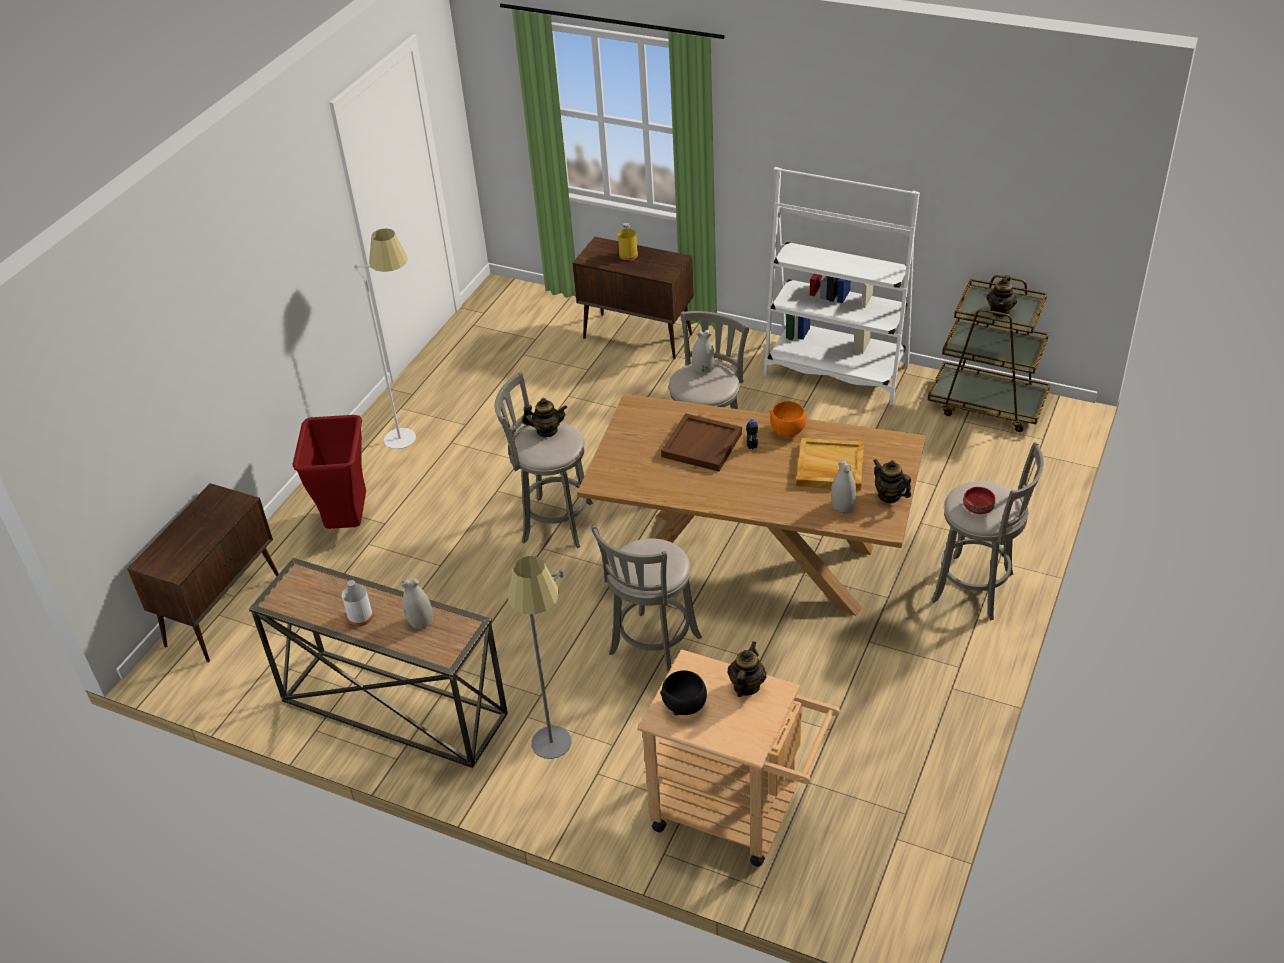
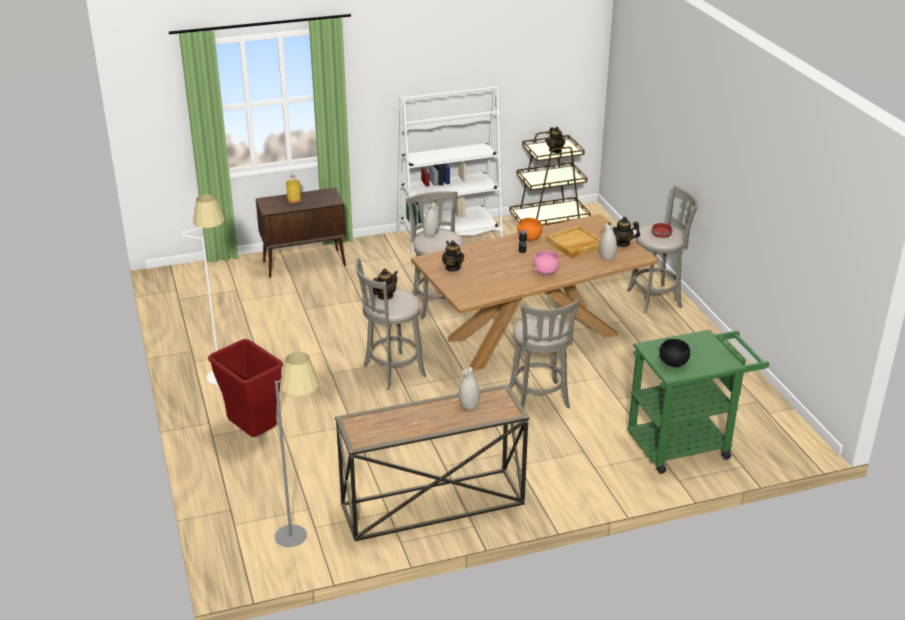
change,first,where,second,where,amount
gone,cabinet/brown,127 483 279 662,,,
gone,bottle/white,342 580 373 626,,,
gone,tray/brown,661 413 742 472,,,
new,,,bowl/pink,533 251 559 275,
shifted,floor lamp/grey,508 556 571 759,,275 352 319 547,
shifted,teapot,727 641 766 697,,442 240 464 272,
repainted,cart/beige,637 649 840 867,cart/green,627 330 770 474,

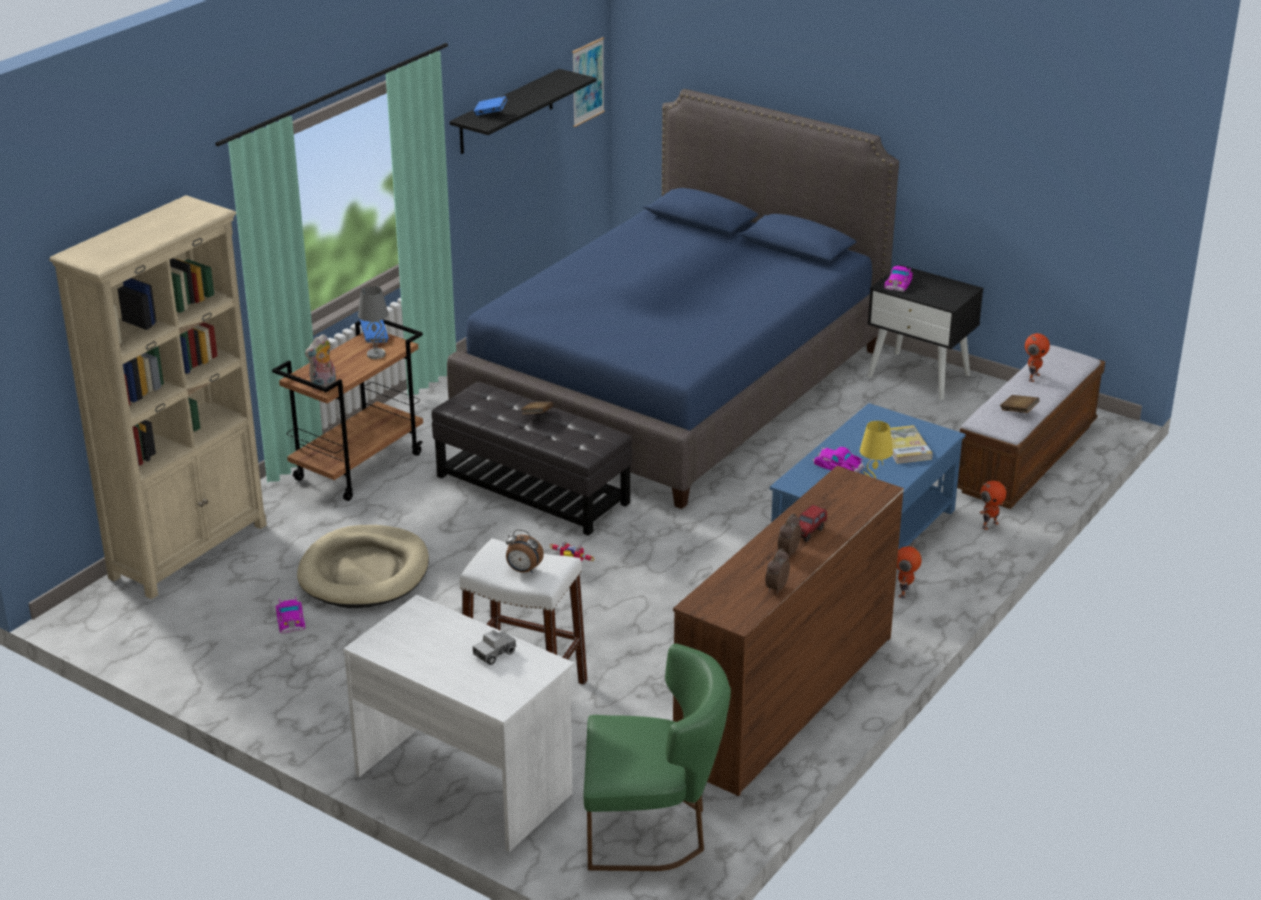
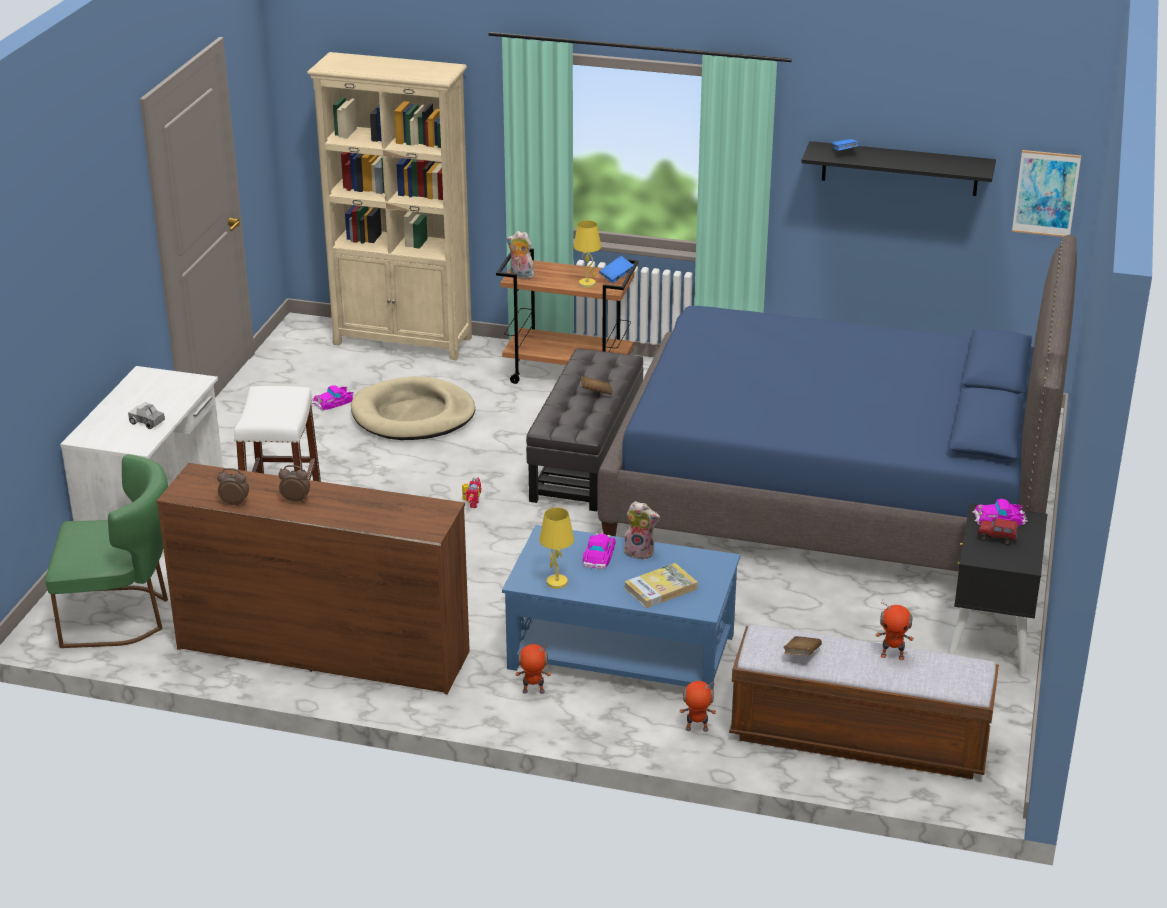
change,first,where,second,where,amount
gone,alarm clock,506 529 544 573,,,
new,,,plush toy,624 501 660 560,
shifted,toy truck,798 505 827 542,,978 518 1018 545,
repainted,table lamp/grey,358 286 388 359,table lamp/yellow,573 220 601 288,
rotated,chair/green,584 644 731 871,,45 454 168 648,75 degrees counterclockwise
rotated,toy robot,980 481 1007 530,,680 681 716 732,150 degrees clockwise

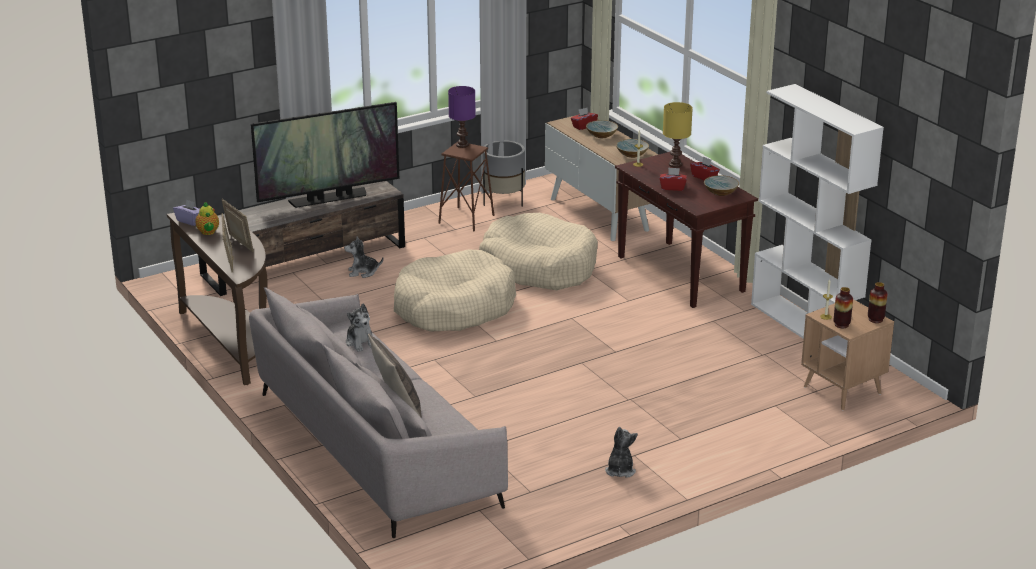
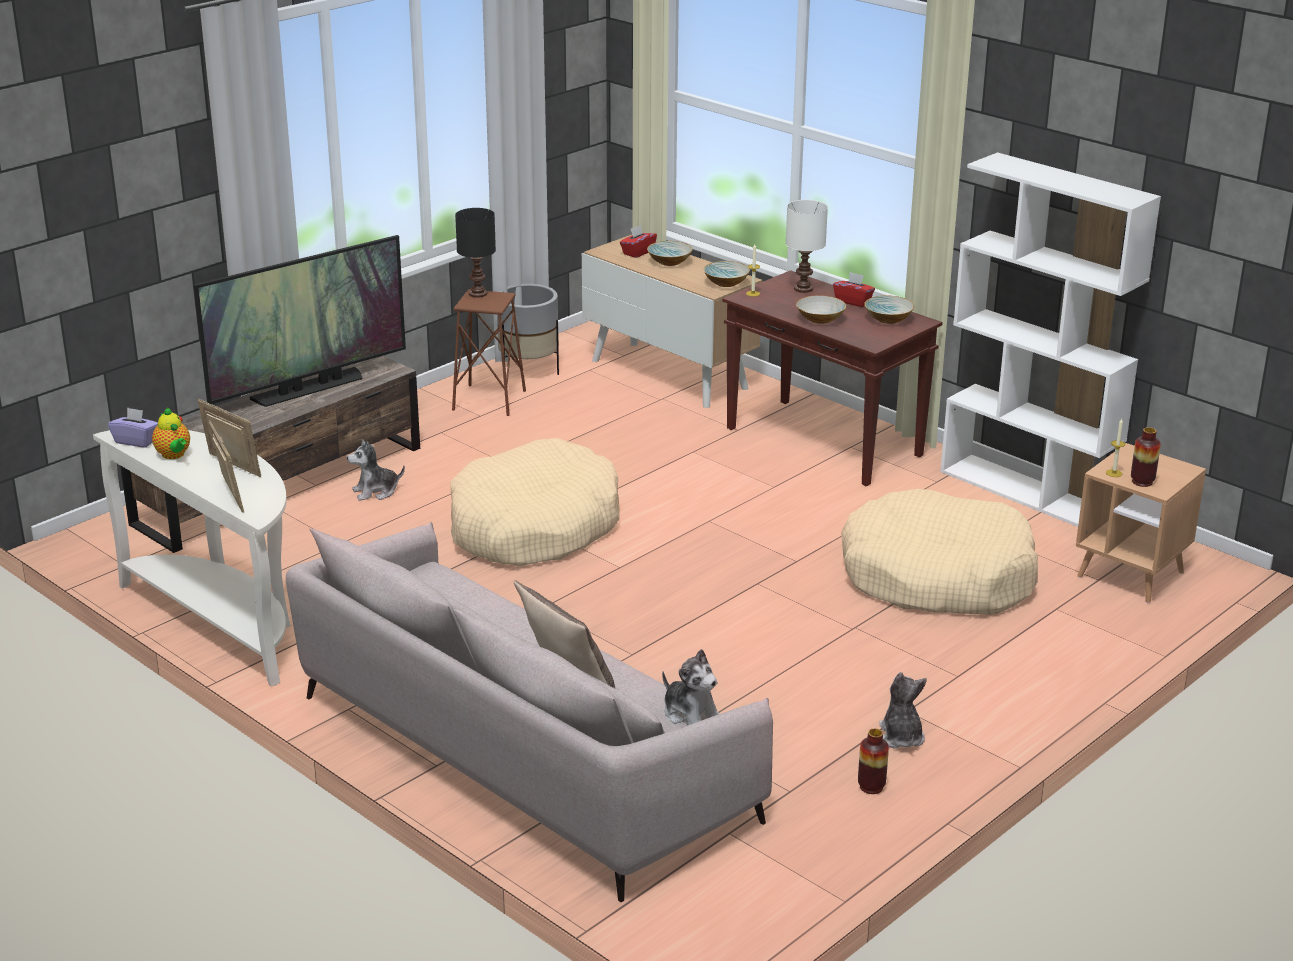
change,first,where,second,where,amount
shifted,plush toy,346 304 373 352,,662 649 719 725,
shifted,dog bed/beige,479 213 598 290,,841 489 1038 615,
shifted,vase,868 282 887 323,,858 728 889 794,
swapped,tissue box/red,660 167 687 191,bowl,796 295 846 324,
repainted,console table/brown,167 213 268 385,console table/white,93 430 291 687,
repainted,table lamp/purple,448 86 476 148,table lamp/black,455 208 496 298,
repainted,table lamp/yellow,663 102 693 168,table lamp/white,786 200 828 293,

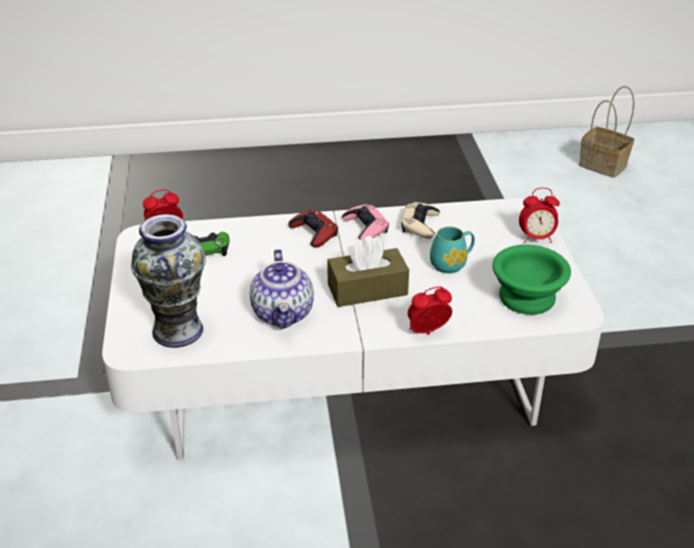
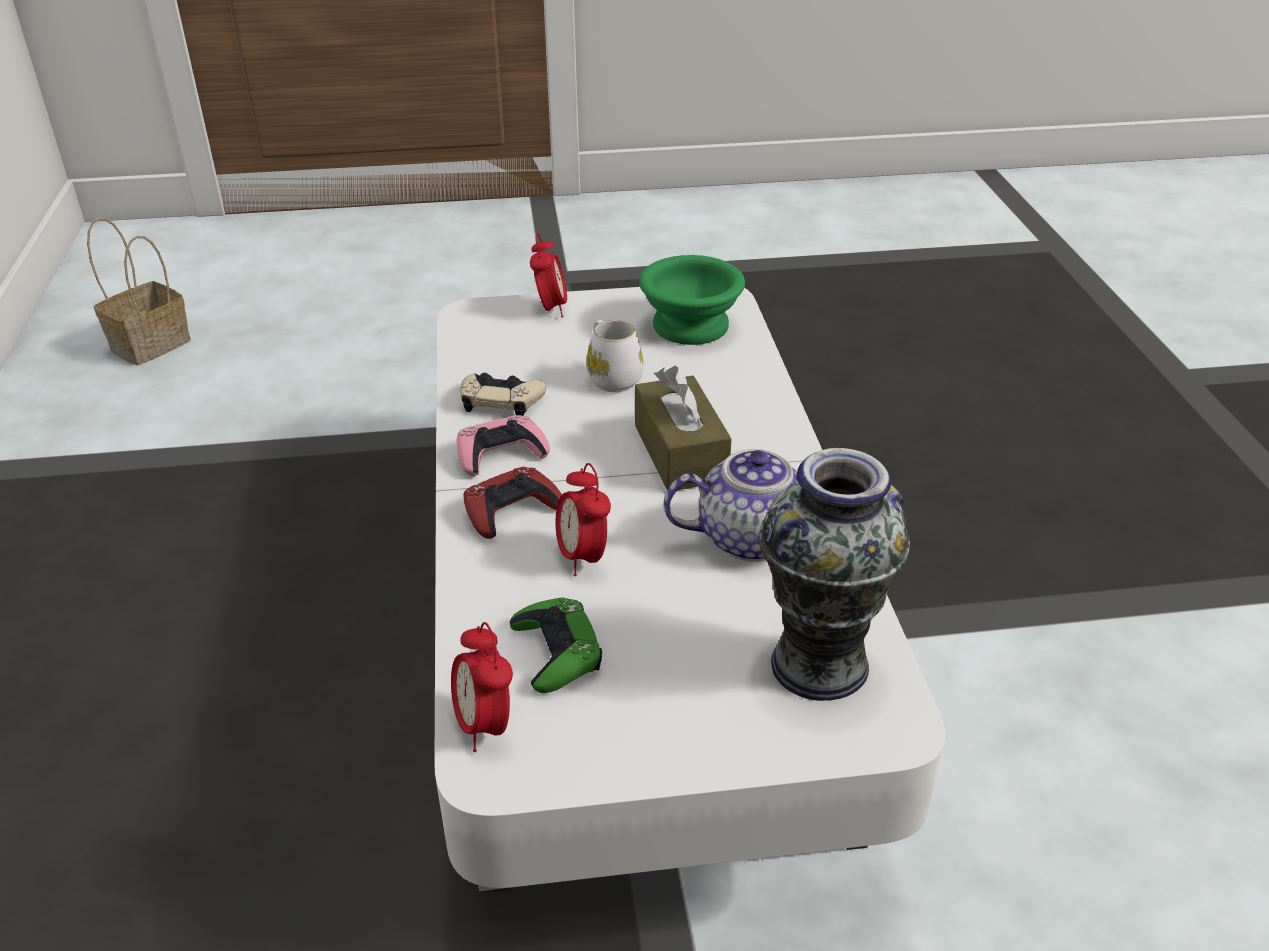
change,first,where,second,where,amount
shifted,alarm clock,408 287 452 335,,555 463 611 576,
repainted,mug/turquoise,430 226 475 273,mug/white,586 320 643 392,

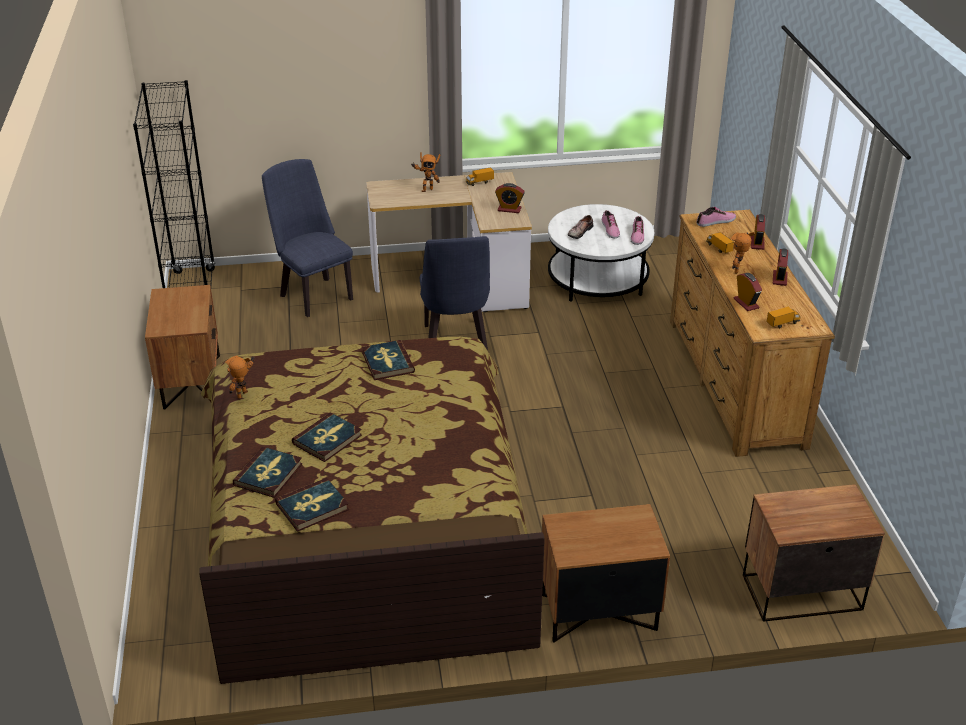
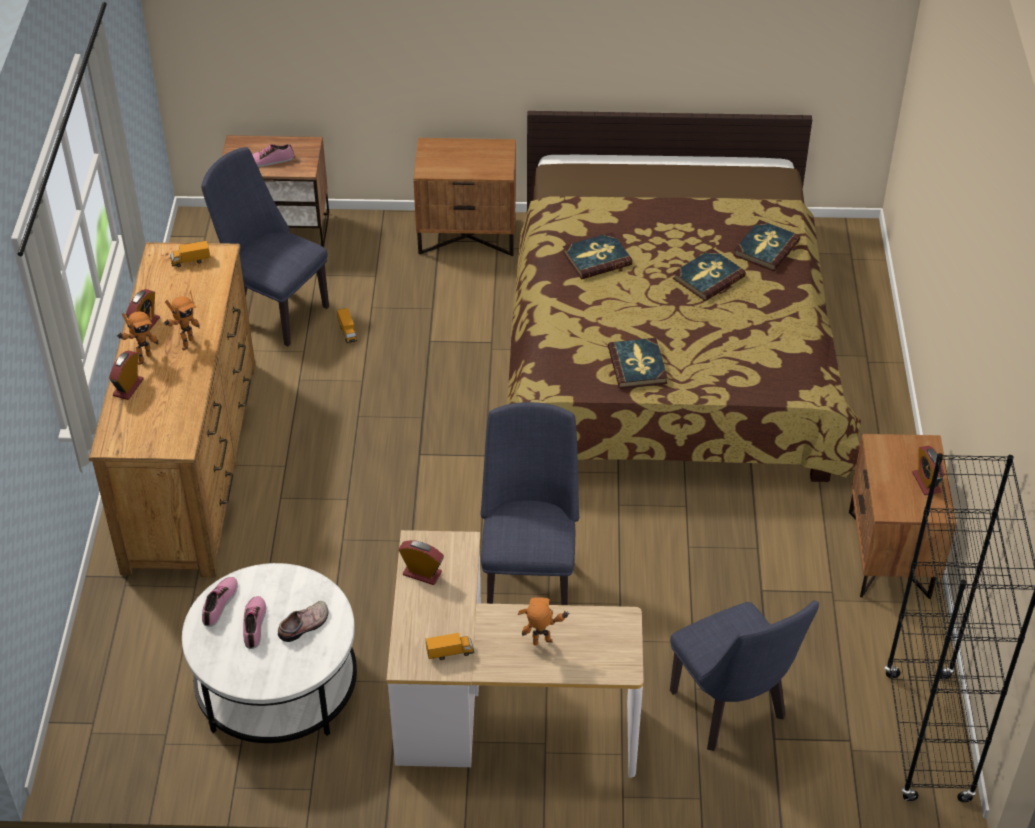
change,first,where,second,where,amount
new,,,chair/blue,201 147 329 347,
shifted,toy robot,225 355 255 399,,117 306 158 365,
shifted,book,275 478 349 532,,563 232 632 279,
shifted,shoe,697 207 736 227,,252 144 294 167,
shifted,toy truck,706 232 734 253,,337 308 357 343,
shifted,alarm clock,733 273 762 311,,912 446 945 495,

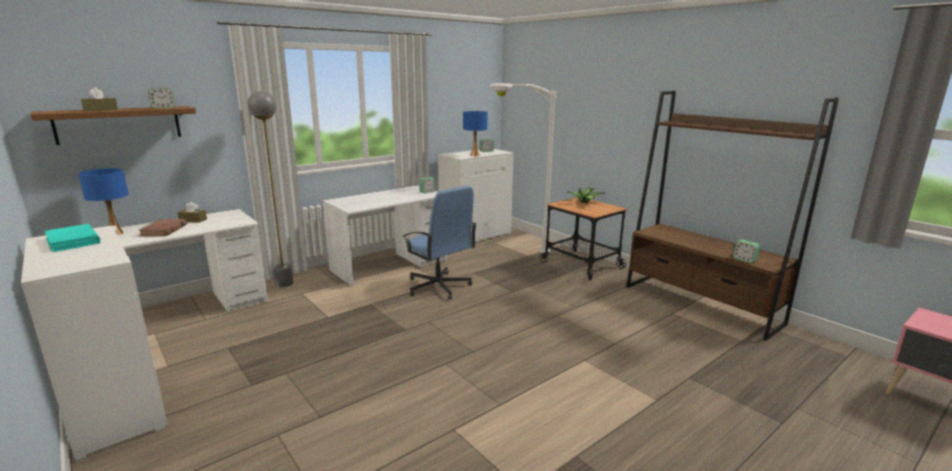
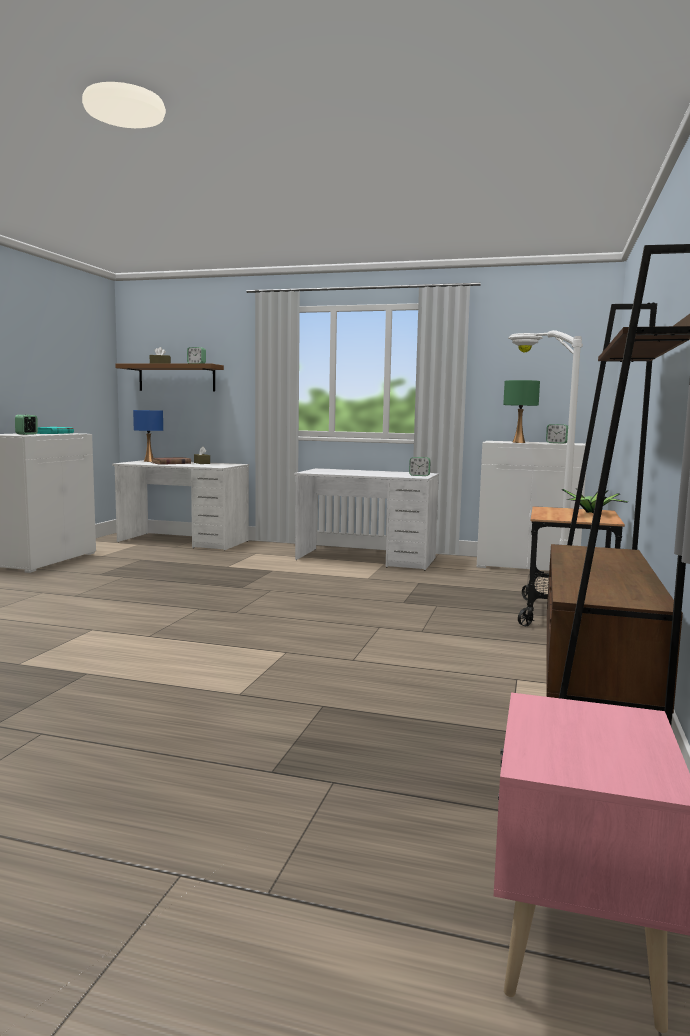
change,first,where,second,where,amount
gone,floor lamp/grey,248 91 293 287,,,
gone,office chair/blue,403 186 476 300,,,
shifted,alarm clock,733 240 760 263,,15 415 38 435,
repainted,table lamp/blue,463 111 488 156,table lamp/green,503 380 540 443,

